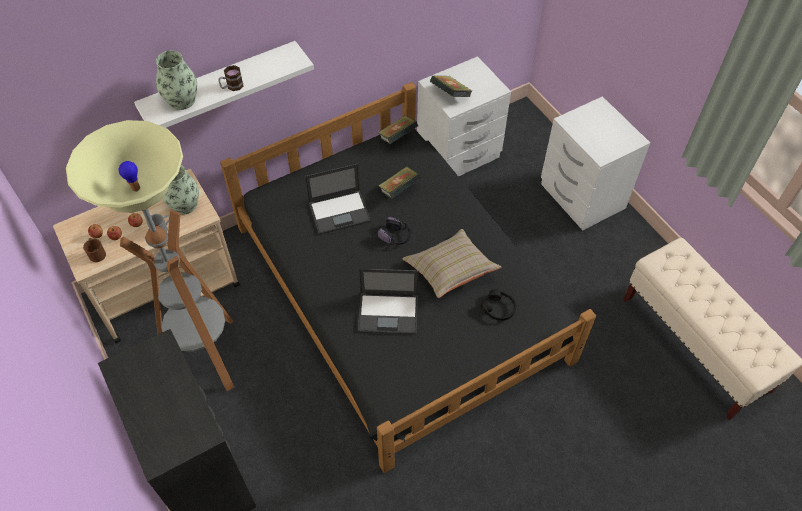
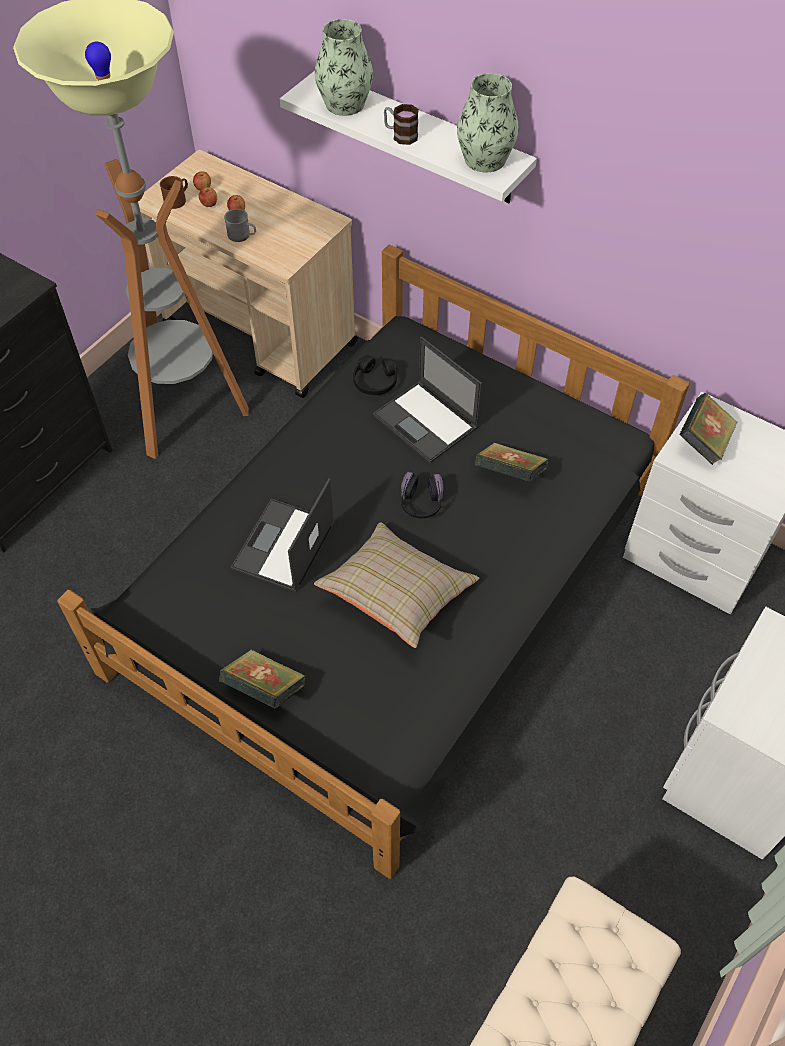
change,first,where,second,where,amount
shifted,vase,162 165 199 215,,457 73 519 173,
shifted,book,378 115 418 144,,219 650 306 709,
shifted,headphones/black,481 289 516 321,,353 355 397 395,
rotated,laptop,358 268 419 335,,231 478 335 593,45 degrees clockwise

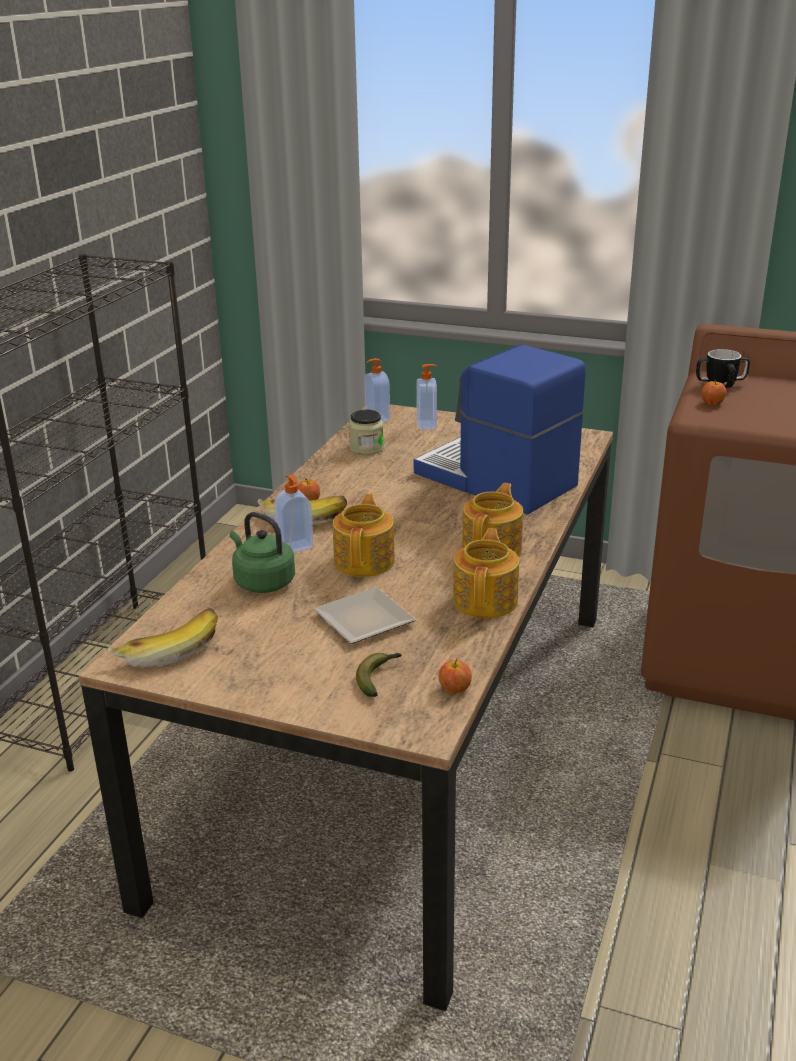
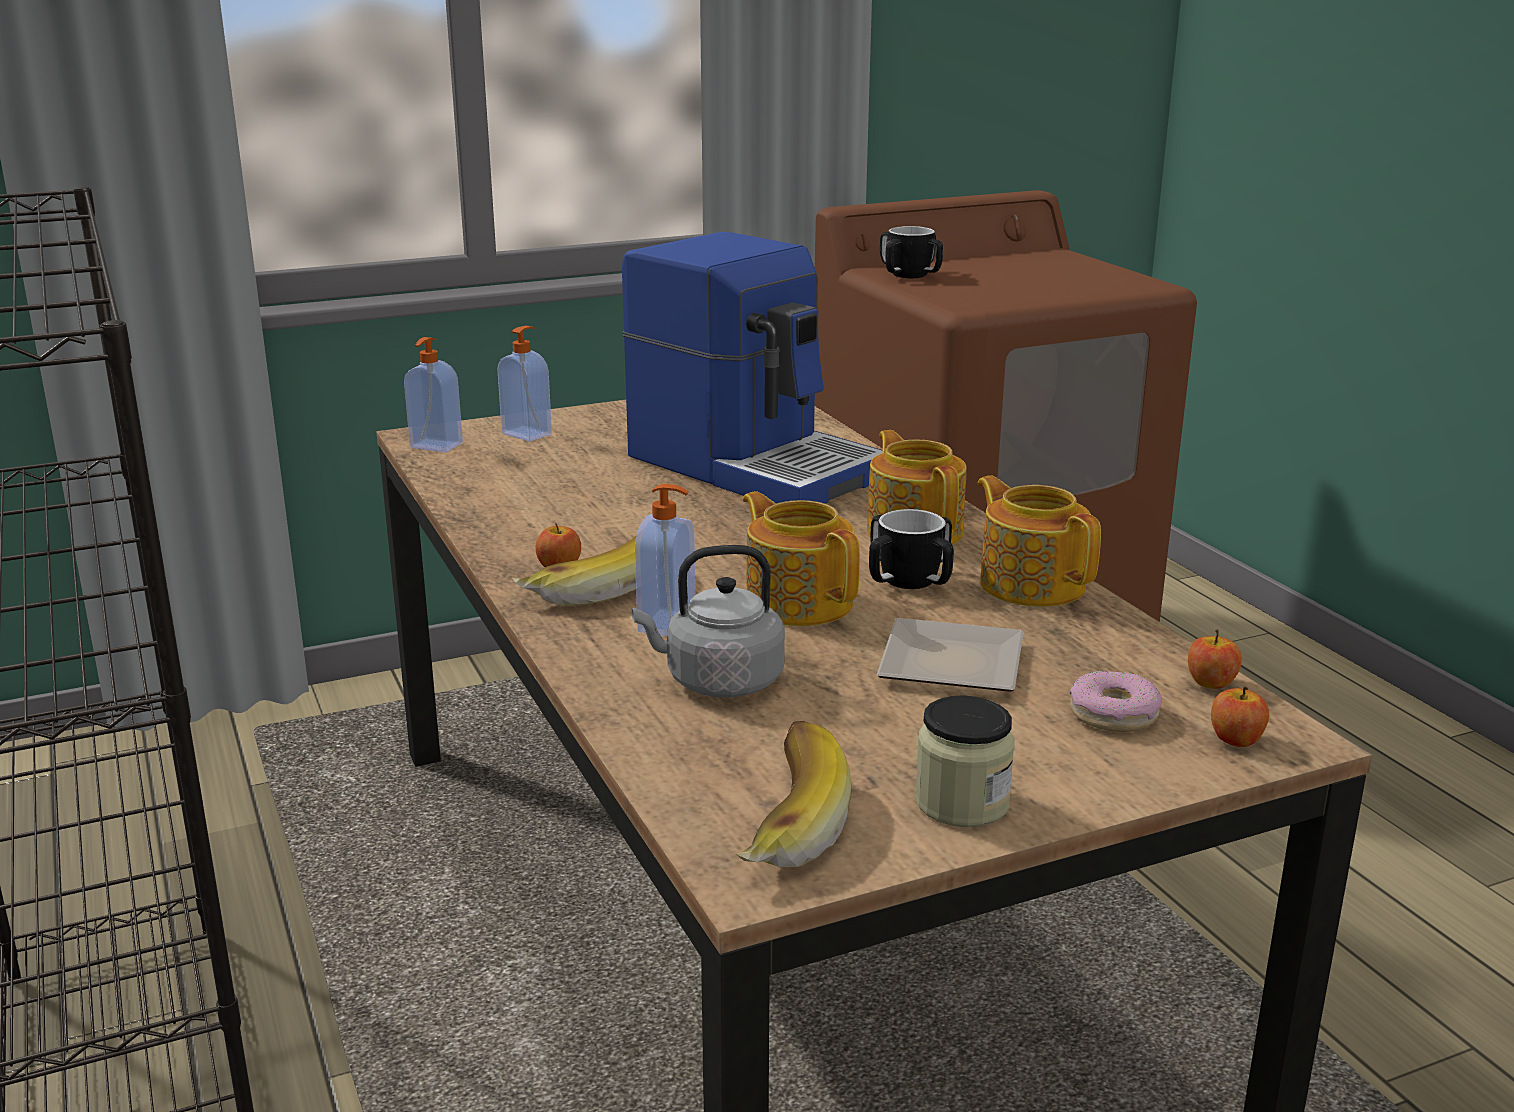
change,first,where,second,where,amount
new,,,mug,869 509 954 589,
shifted,jar,349 410 384 455,,915 695 1015 827,
shifted,apple,702 380 726 405,,1211 687 1269 747,
swapped,banana,356 653 402 697,donut,1070 671 1162 732,
repainted,kettle/green,230 512 295 593,kettle/grey,632 545 785 698,
rotated,coffee machine,414 345 586 515,,622 232 882 504,135 degrees counterclockwise

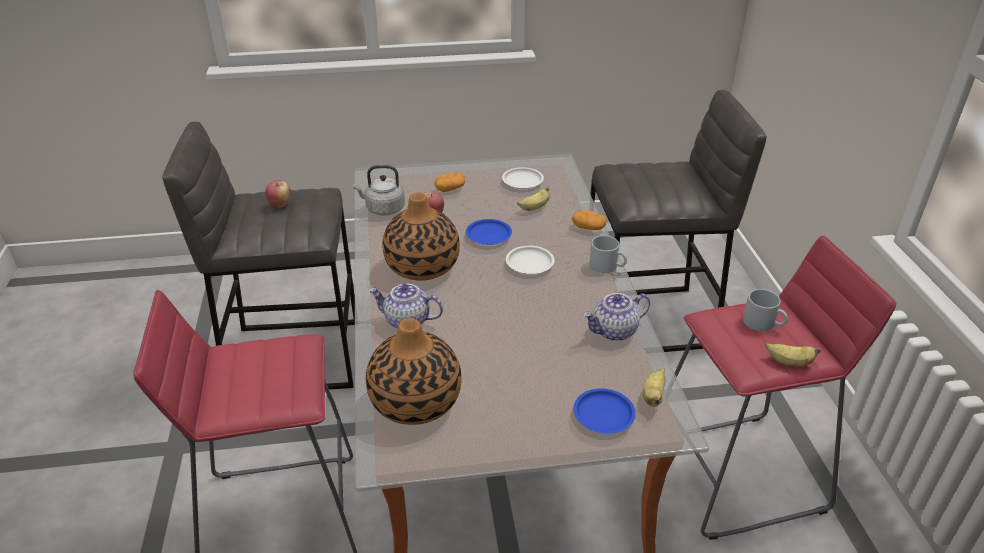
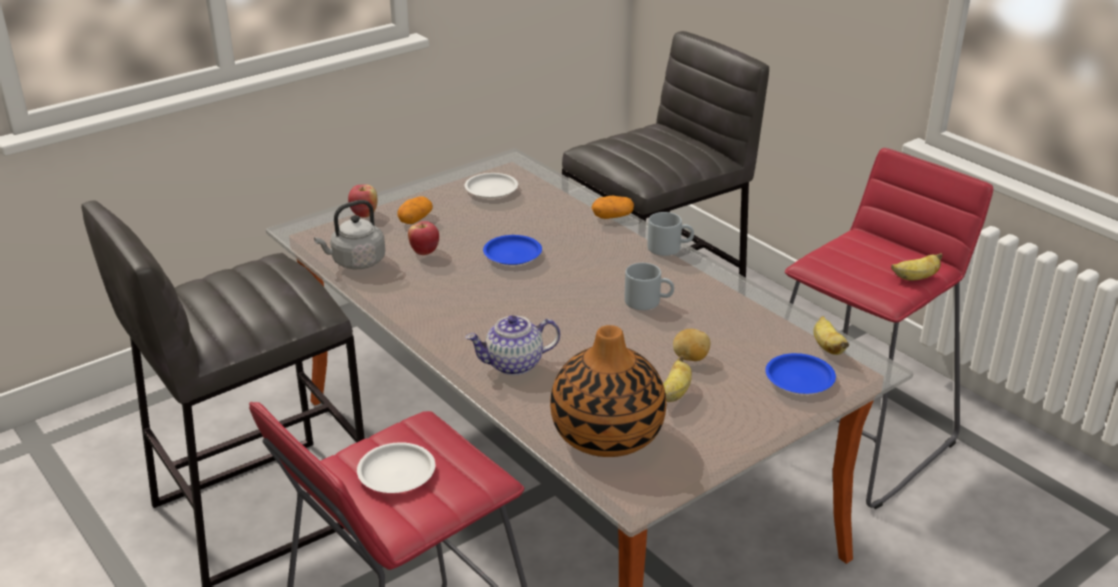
change,first,where,second,where,amount
gone,vase,382 192 460 281,,,
gone,teapot,583 293 650 341,,,
new,,,potato,673 329 710 361,
shifted,apple,265 180 290 208,,348 184 378 218,
shifted,plate/white,506 246 555 274,,357 442 435 493,
shifted,banana,517 187 550 211,,663 355 692 402,
shifted,mug/grey,743 289 788 331,,624 263 674 310,

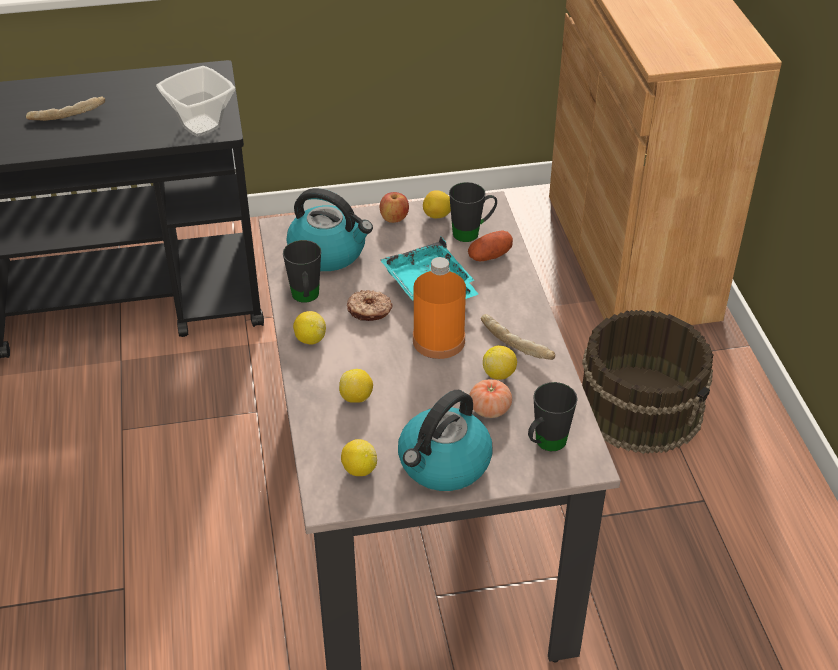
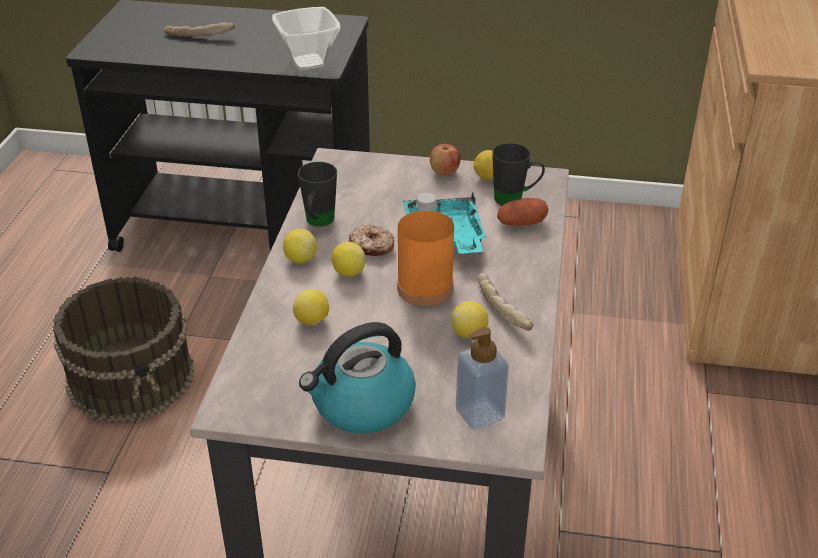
change,first,where,second,where,amount
gone,kettle,287 188 373 271,,,
gone,tomato,469 379 512 418,,,
shifted,lemon,341 439 377 476,,331 242 366 277,
shifted,bucket/brown,582 309 714 454,,52 277 194 423,
swapped,mug/black,528 382 578 451,soap dispenser,456 327 509 430,

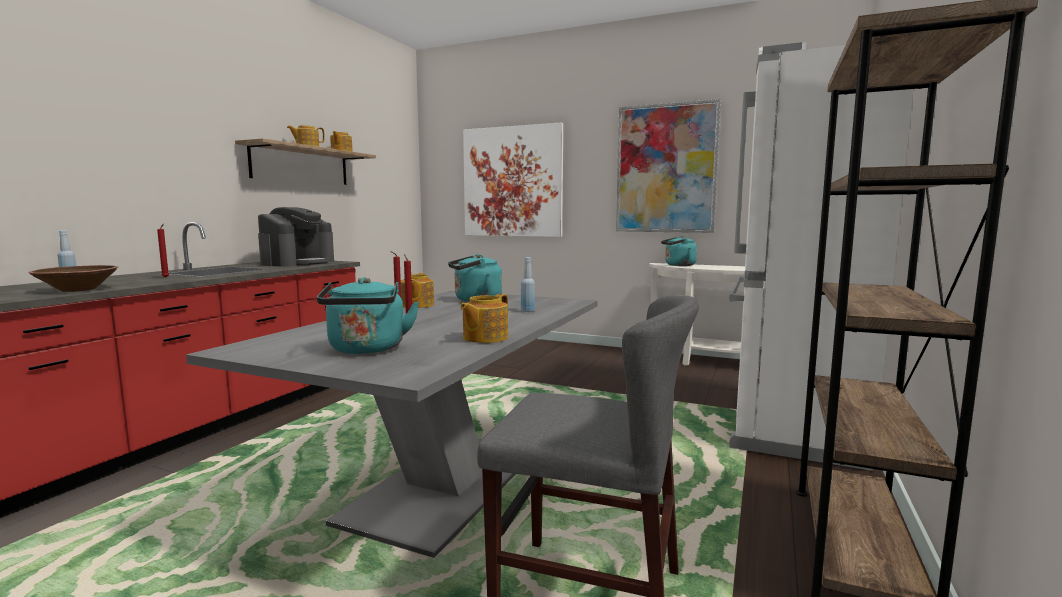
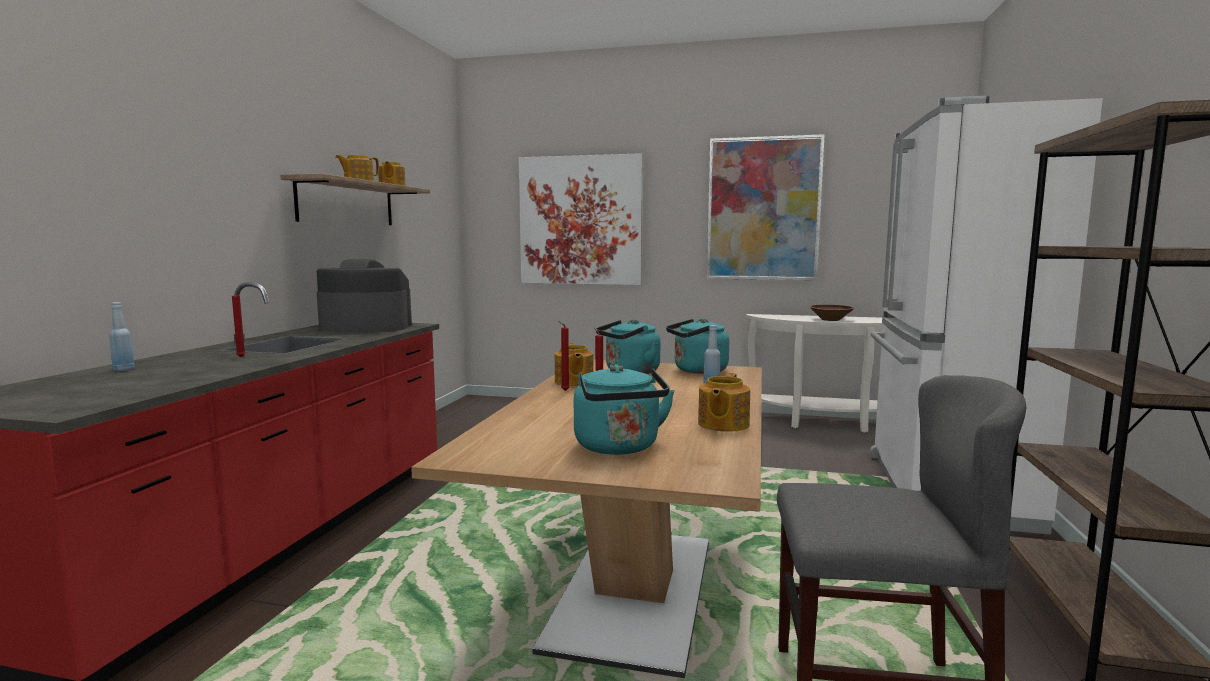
change,first,where,second,where,amount
shifted,bowl/brown,29 265 118 292,,810 305 854 321,
shifted,kettle/turquoise,661 236 697 266,,666 318 729 374,
repainted,dining table/grey,186 291 598 558,dining table/brown,411 360 762 678,
rotated,coffee machine,258 207 334 267,,317 259 412 333,105 degrees counterclockwise

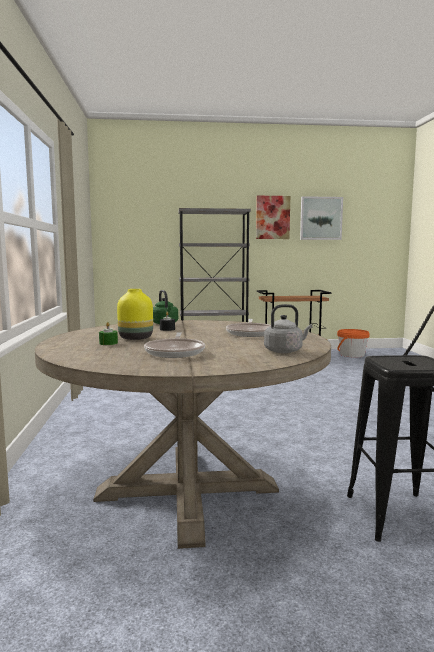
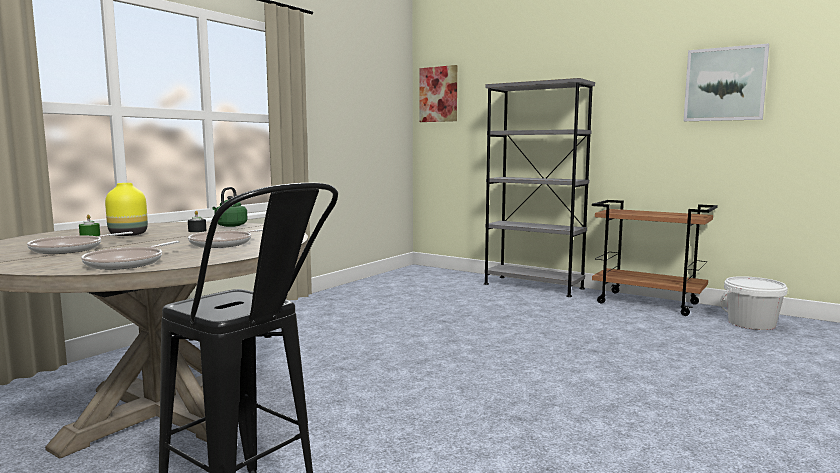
change,first,where,second,where,amount
shifted,picture,256 196 290 239,,420 65 457 122,
swapped,kettle/grey,264 304 312 353,frying pan,81 241 180 270,
repainted,bucket/orange,337 329 370 358,bucket/white,720 276 788 330,

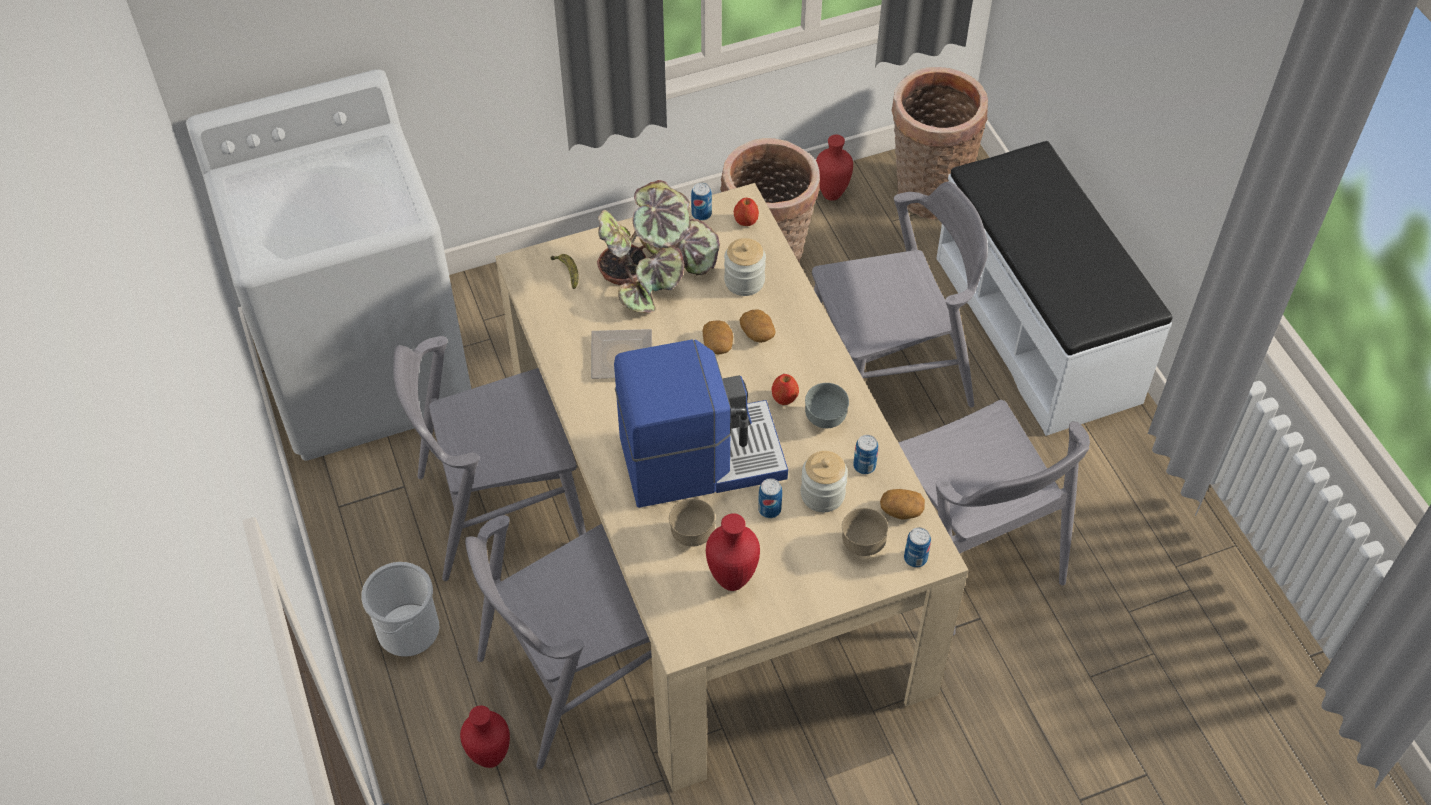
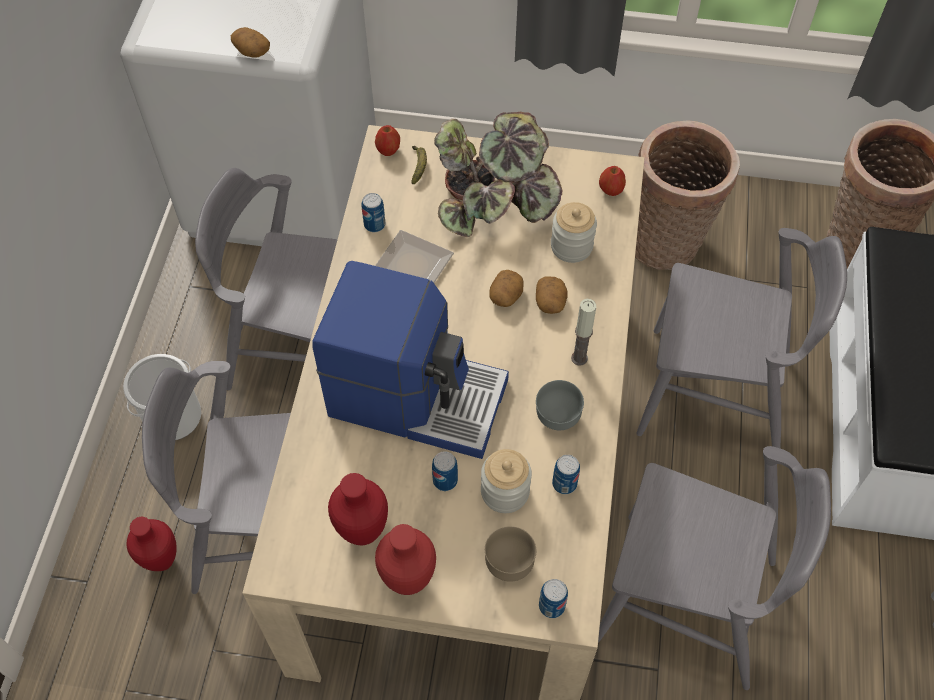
change,first,where,second,where,amount
gone,bowl/brown,669 499 715 547,,,
new,,,candle,571 299 596 366,
shifted,can,691 183 712 221,,362 193 385 232,
shifted,apple,772 374 799 405,,375 125 400 156,
shifted,vase/red,816 135 853 201,,375 524 436 595,
shifted,potato,880 489 925 520,,231 27 270 58,
rotated,chair/grey,898 400 1090 636,,598 446 831 690,75 degrees counterclockwise

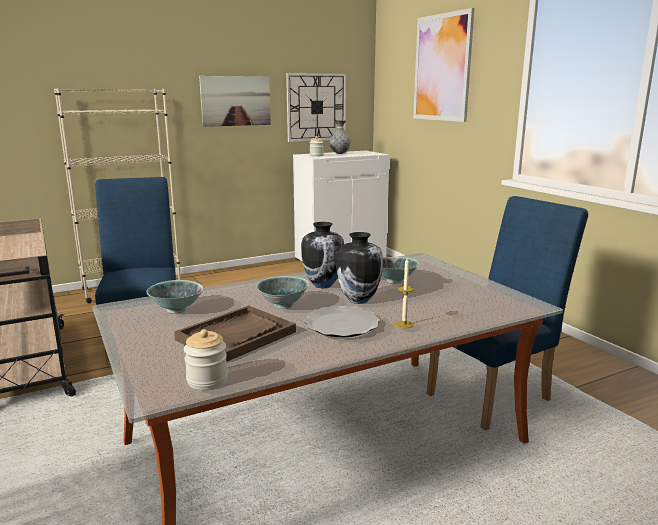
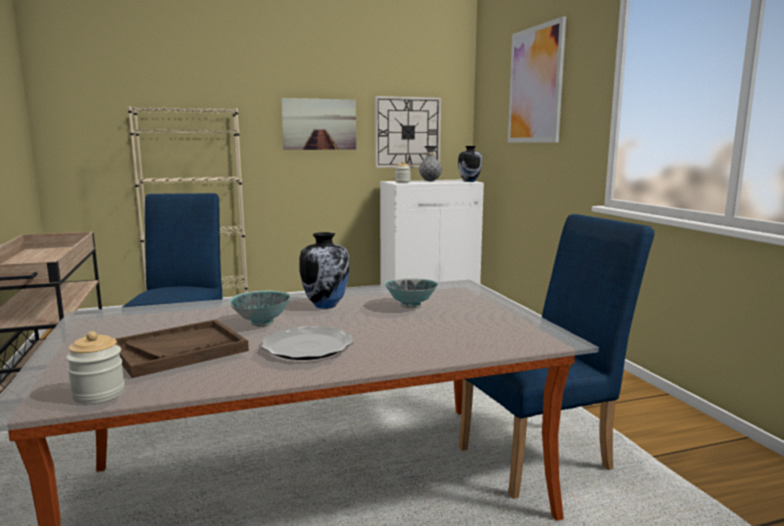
change,first,where,second,where,amount
gone,bowl,147 280 204 314,,,
gone,candle,395 258 414 328,,,
shifted,vase,336 232 383 304,,458 146 482 182,

